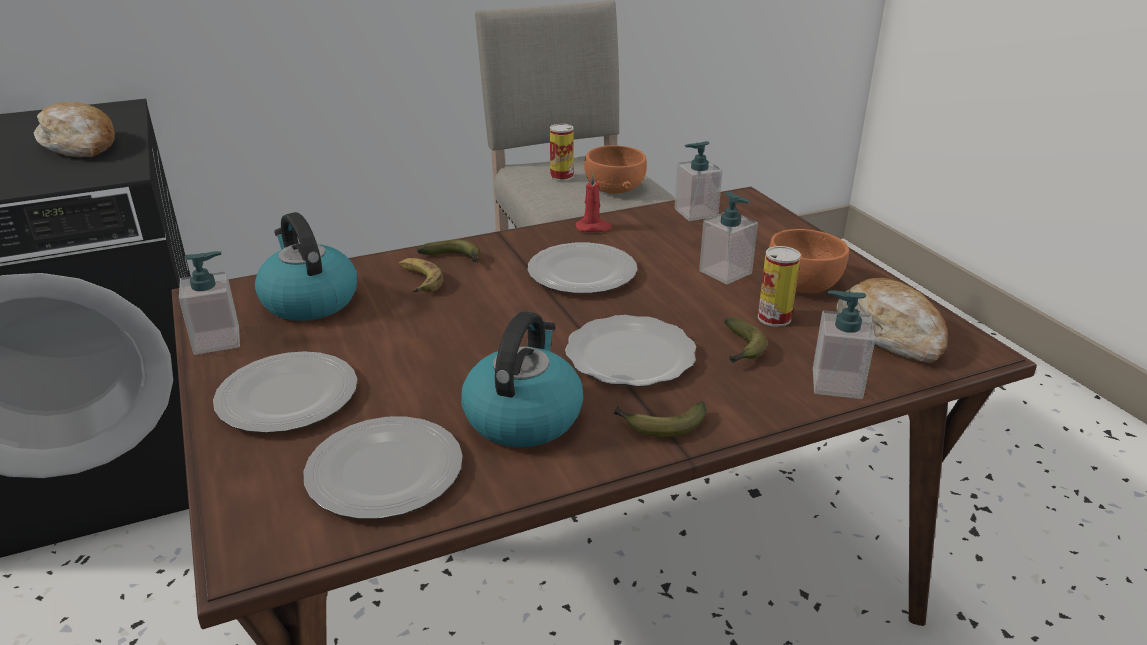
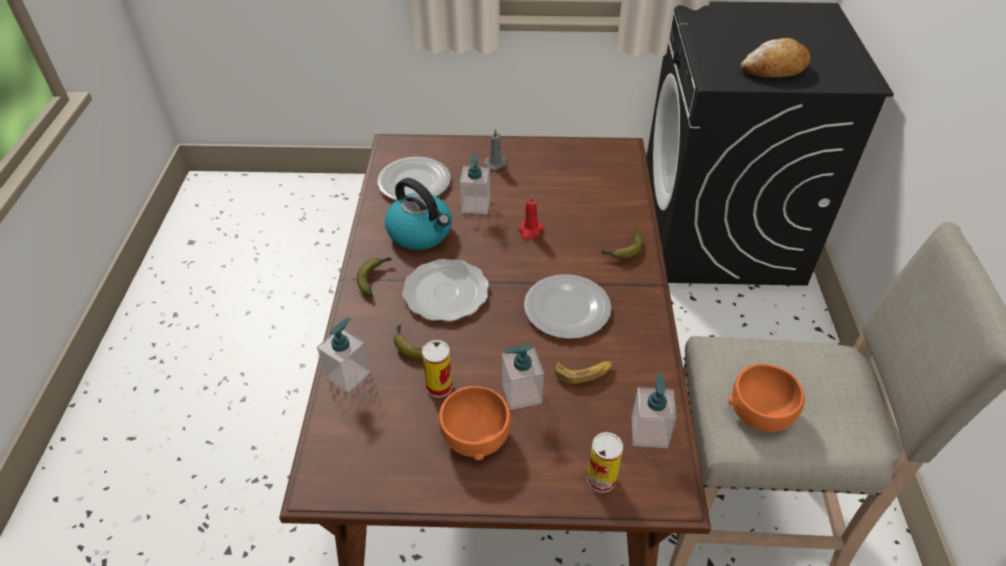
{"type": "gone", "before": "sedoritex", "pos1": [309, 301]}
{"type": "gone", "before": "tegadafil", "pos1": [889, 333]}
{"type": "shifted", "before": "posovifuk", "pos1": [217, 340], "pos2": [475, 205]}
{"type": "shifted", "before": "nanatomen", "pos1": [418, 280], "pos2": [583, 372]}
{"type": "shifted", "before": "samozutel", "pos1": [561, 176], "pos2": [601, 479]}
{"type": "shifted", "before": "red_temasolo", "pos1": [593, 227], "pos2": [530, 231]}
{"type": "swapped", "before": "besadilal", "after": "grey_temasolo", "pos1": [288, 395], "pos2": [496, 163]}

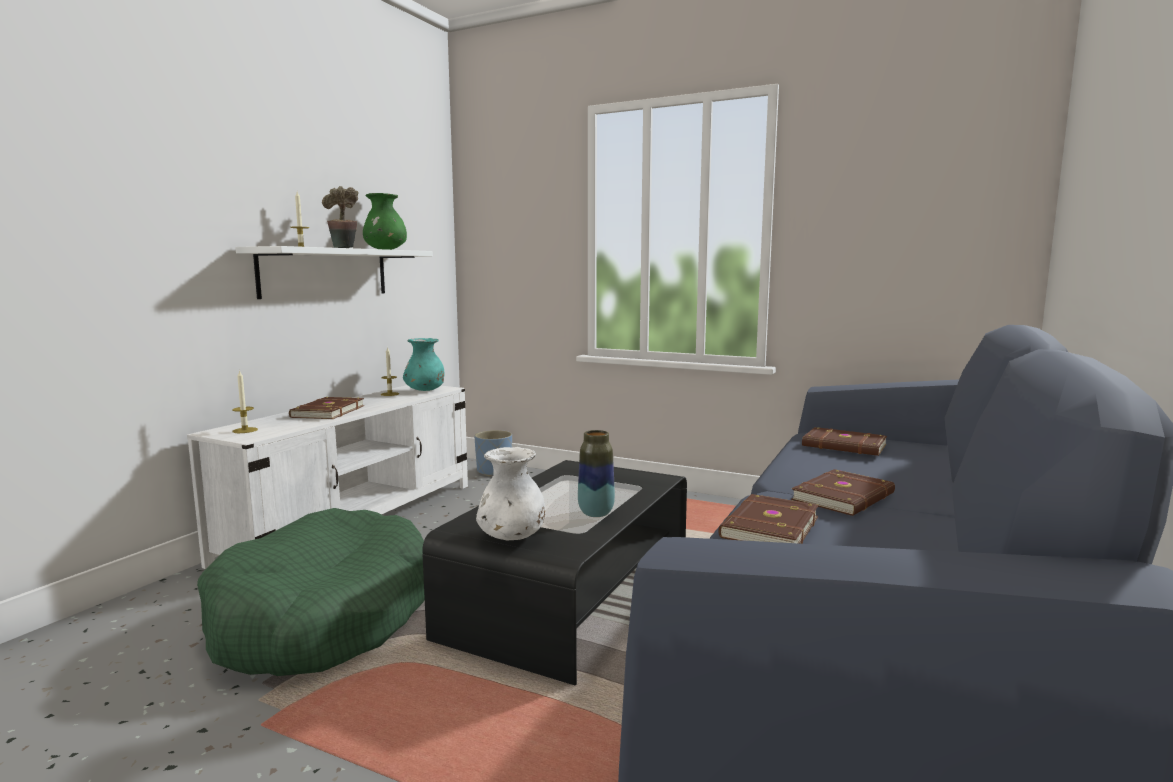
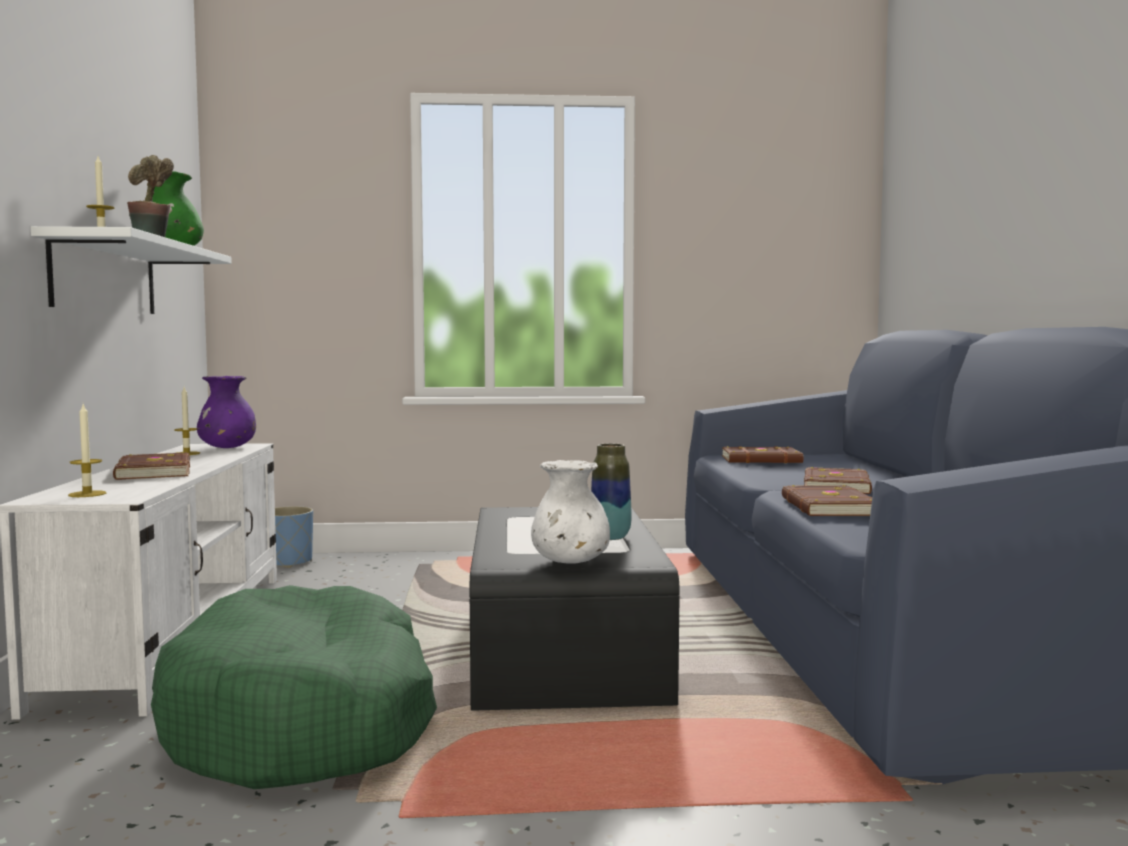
{"type": "repainted", "before": "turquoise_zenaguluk", "after": "purple_zenaguluk", "pos1": [425, 390], "pos2": [227, 448]}

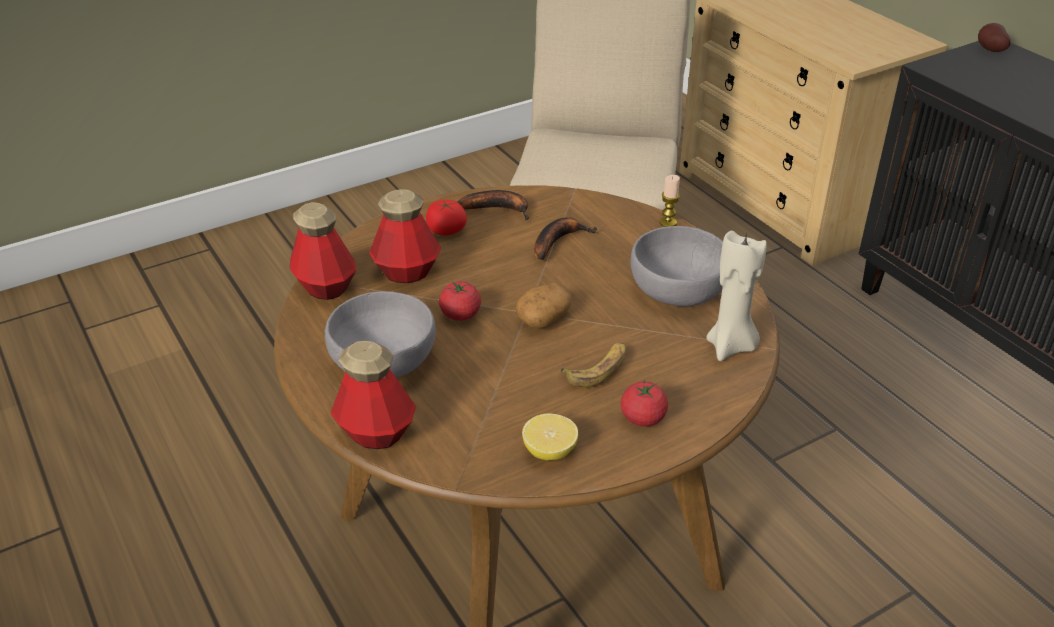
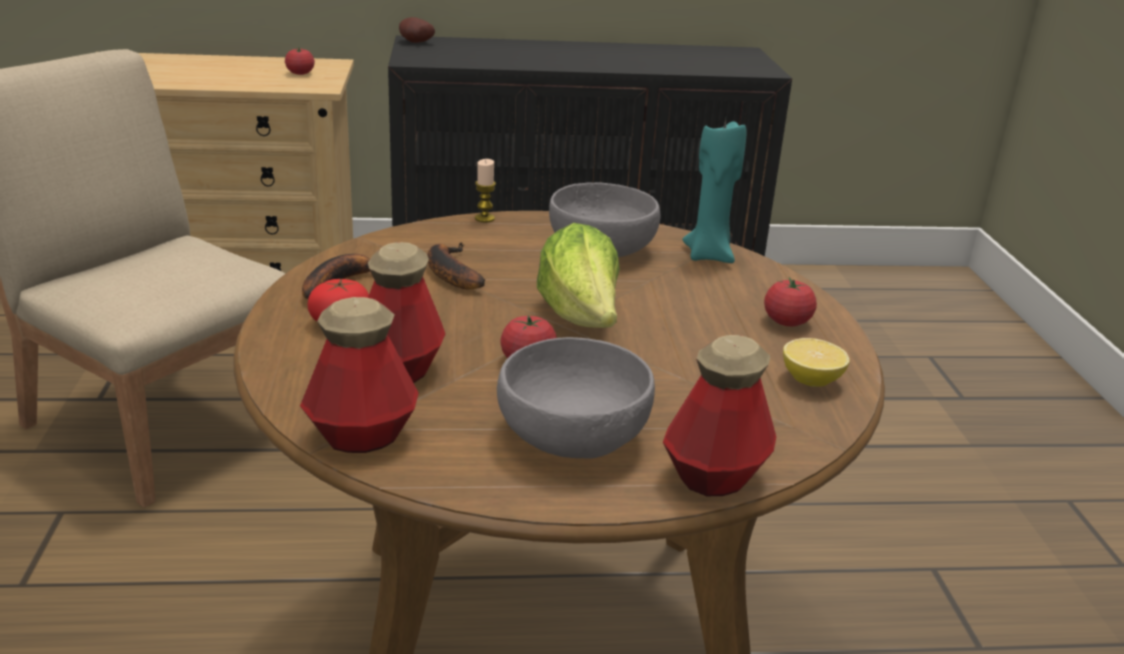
{"type": "gone", "before": "nanatomen", "pos1": [598, 369]}
{"type": "new", "after": "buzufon", "pos2": [300, 73]}
{"type": "swapped", "before": "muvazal", "after": "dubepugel", "pos1": [543, 317], "pos2": [581, 319]}
{"type": "repainted", "before": "beige_temasolo", "after": "turquoise_temasolo", "pos1": [731, 346], "pos2": [709, 255]}

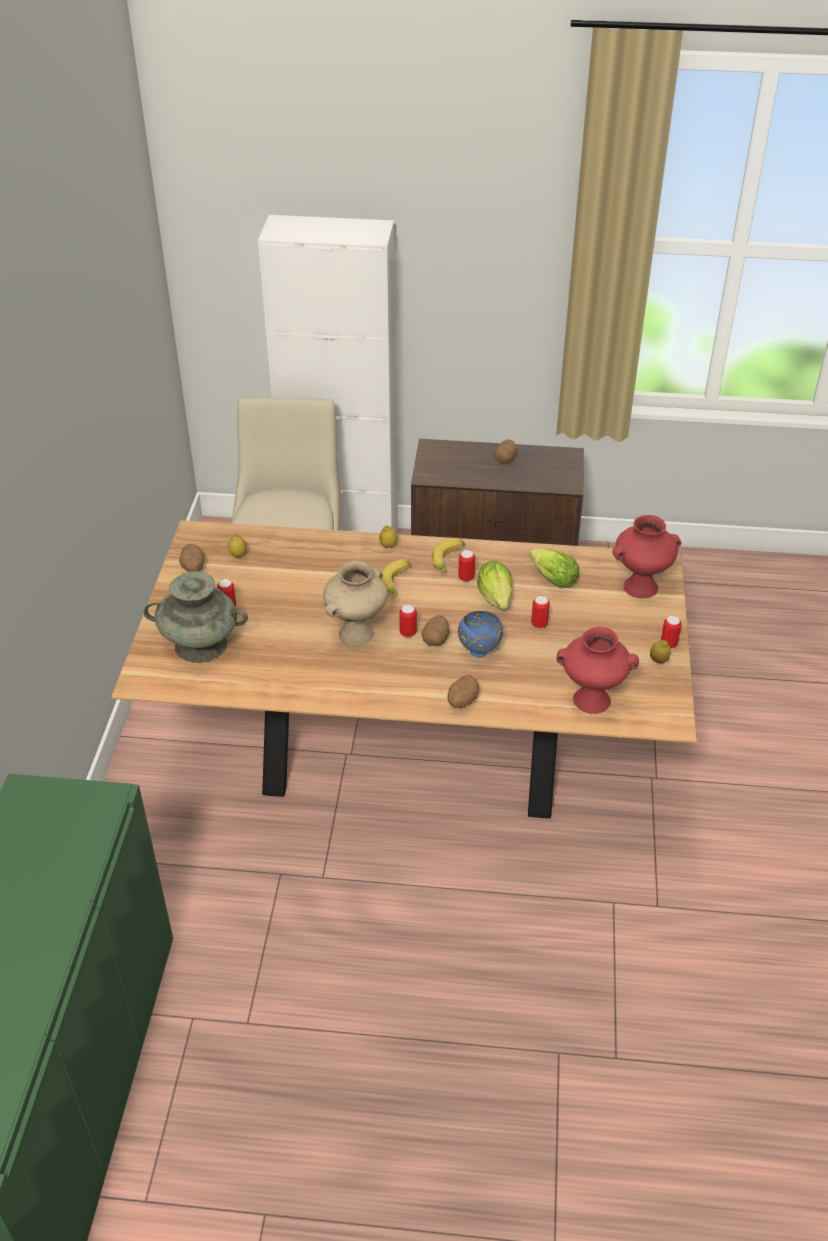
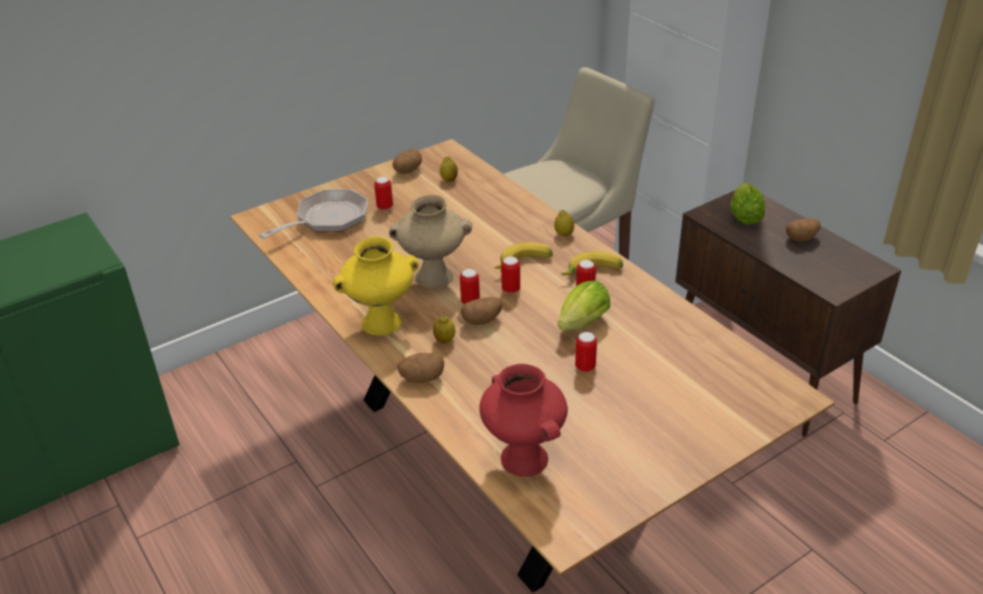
{"type": "gone", "before": "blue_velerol", "pos1": [480, 651]}
{"type": "gone", "before": "red_zenaguluk", "pos1": [641, 586]}
{"type": "new", "after": "yellow_zenaguluk", "pos2": [381, 324]}
{"type": "shifted", "before": "dubepugel", "pos1": [550, 578], "pos2": [744, 215]}
{"type": "shifted", "before": "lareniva", "pos1": [658, 660], "pos2": [444, 340]}
{"type": "shifted", "before": "samozutel", "pos1": [668, 644], "pos2": [511, 289]}
{"type": "swapped", "before": "turquoise_zenaguluk", "after": "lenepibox", "pos1": [200, 645], "pos2": [327, 219]}

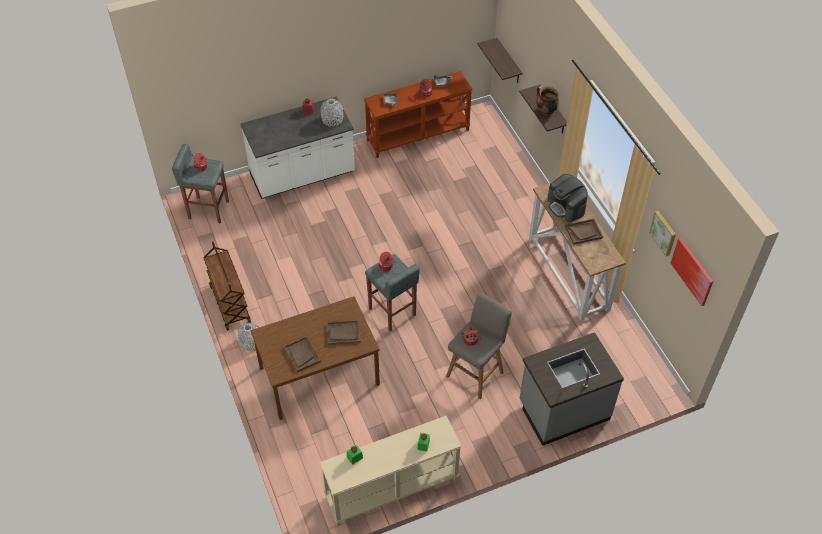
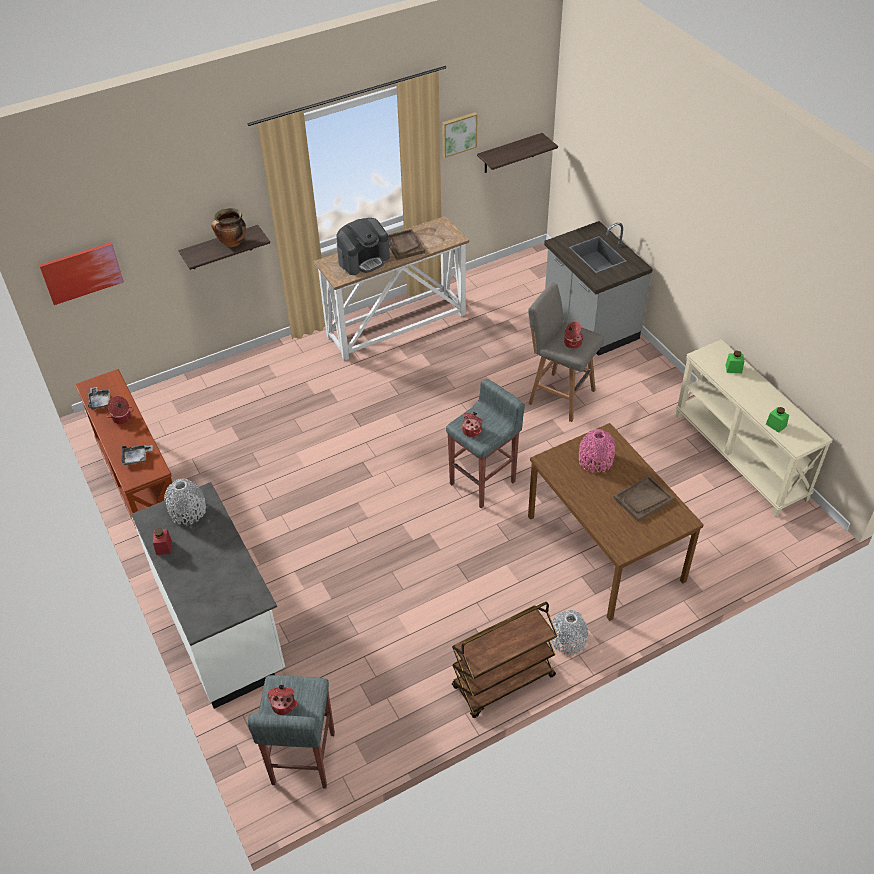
{"type": "shifted", "before": "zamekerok", "pos1": [509, 62], "pos2": [509, 153]}
{"type": "shifted", "before": "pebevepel", "pos1": [692, 271], "pos2": [81, 272]}
{"type": "swapped", "before": "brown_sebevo", "after": "pink_zenaguluk", "pos1": [343, 333], "pos2": [595, 460]}

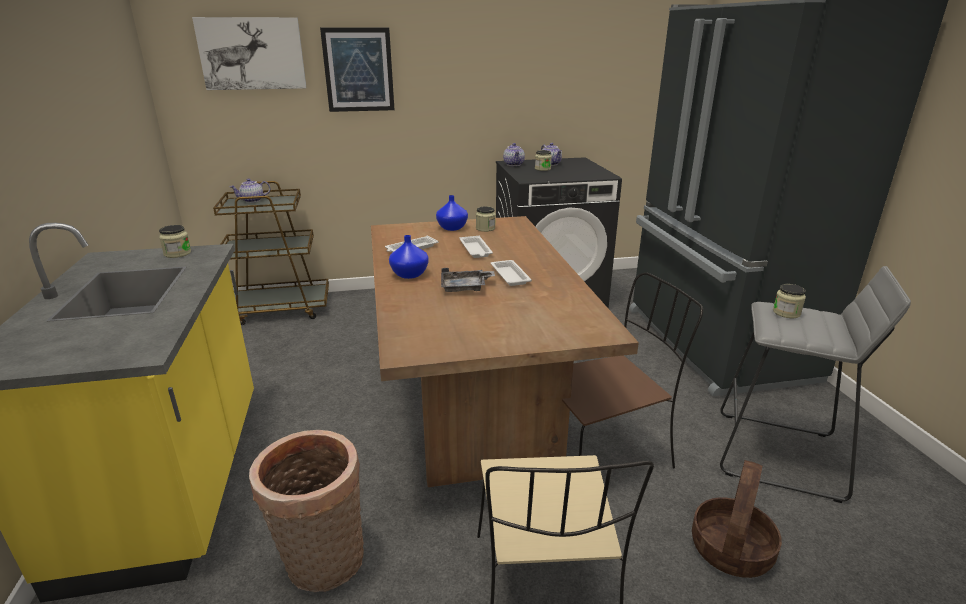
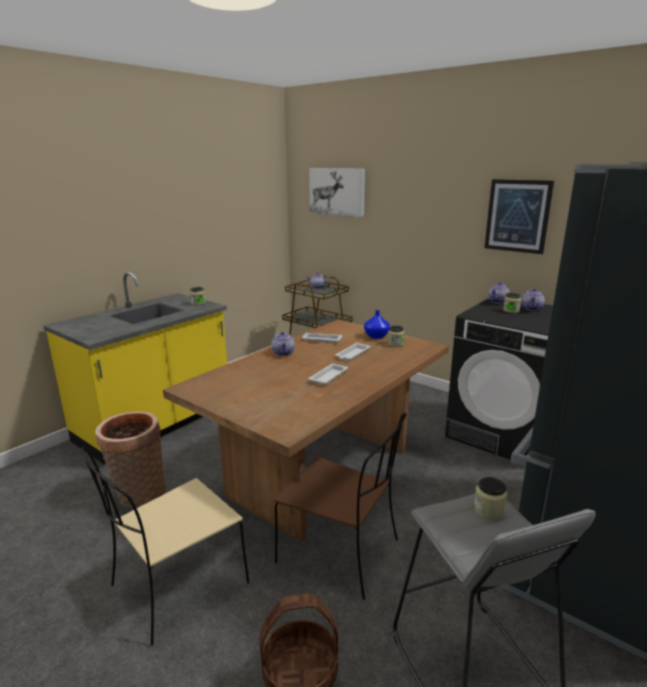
{"type": "gone", "before": "grey_sebevo", "pos1": [465, 287]}
{"type": "shifted", "before": "pebevepel", "pos1": [358, 70], "pos2": [517, 216]}
{"type": "swapped", "before": "blue_zenaguluk", "after": "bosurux", "pos1": [409, 274], "pos2": [284, 353]}

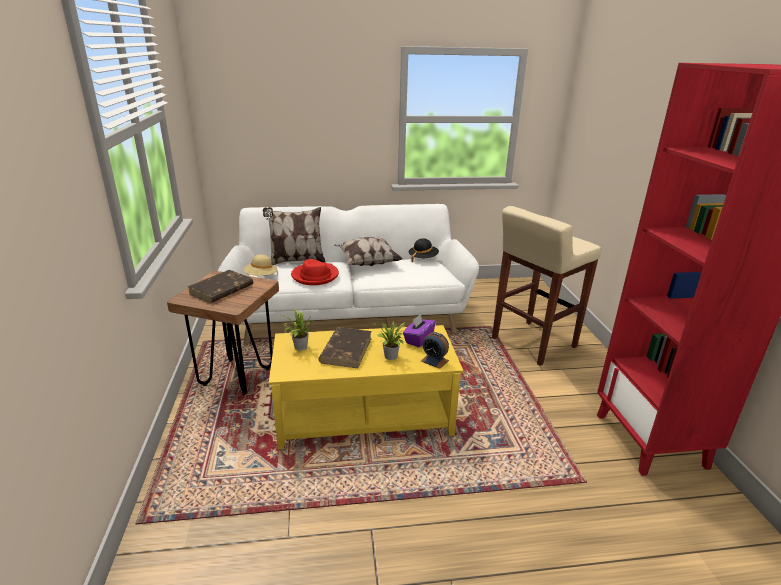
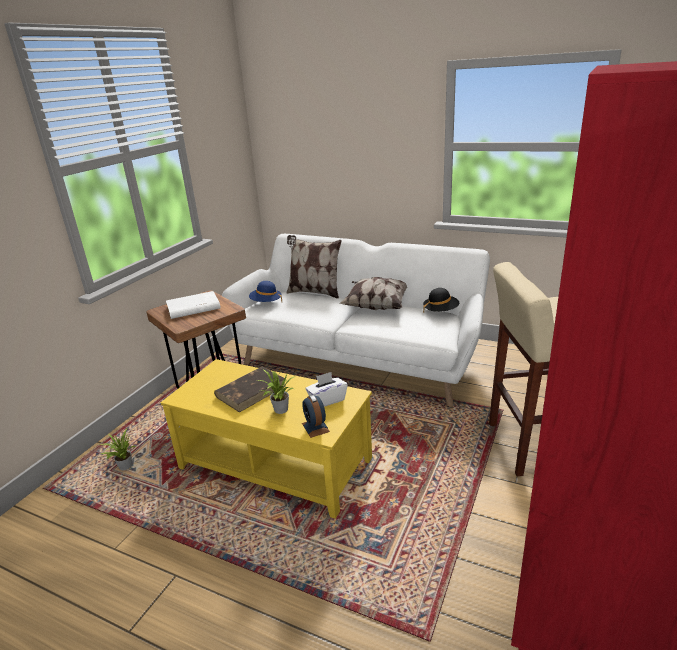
{"type": "gone", "before": "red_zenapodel", "pos1": [315, 276]}
{"type": "shifted", "before": "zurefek", "pos1": [299, 347], "pos2": [124, 467]}
{"type": "repainted", "before": "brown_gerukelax", "after": "white_gerukelax", "pos1": [221, 289], "pos2": [193, 308]}
{"type": "repainted", "before": "beige_zenapodel", "after": "blue_zenapodel", "pos1": [261, 277], "pos2": [266, 302]}
{"type": "repainted", "before": "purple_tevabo", "after": "white_tevabo", "pos1": [418, 339], "pos2": [327, 400]}

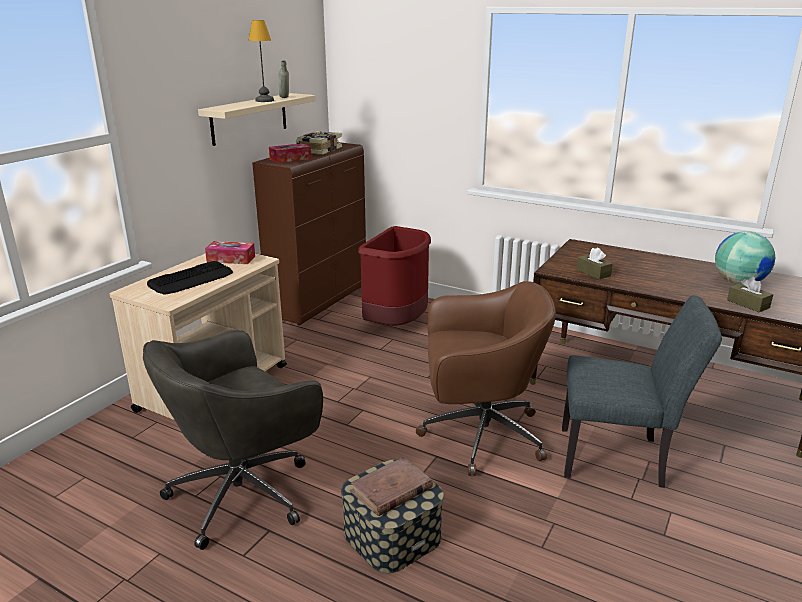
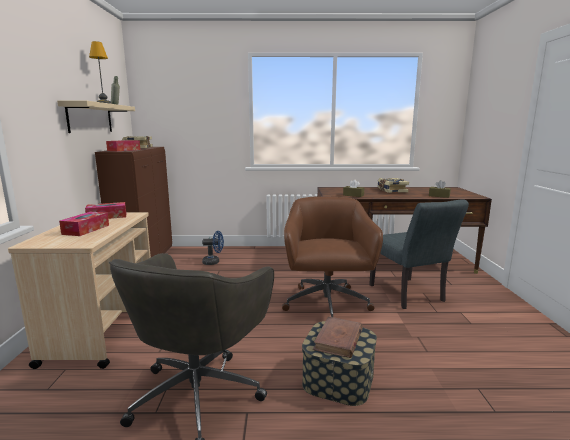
{"type": "gone", "before": "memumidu", "pos1": [738, 282]}
{"type": "new", "after": "gerukelax", "pos2": [391, 190]}
{"type": "swapped", "before": "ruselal", "after": "tevabo", "pos1": [191, 279], "pos2": [86, 229]}
{"type": "swapped", "before": "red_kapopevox", "after": "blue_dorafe", "pos1": [397, 324], "pos2": [214, 262]}
{"type": "rotated", "before": "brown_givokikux", "pos1": [479, 435], "pos2": [326, 305], "turn": -60}
{"type": "rotated", "before": "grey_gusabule", "pos1": [620, 458], "pos2": [409, 295], "turn": 90}

